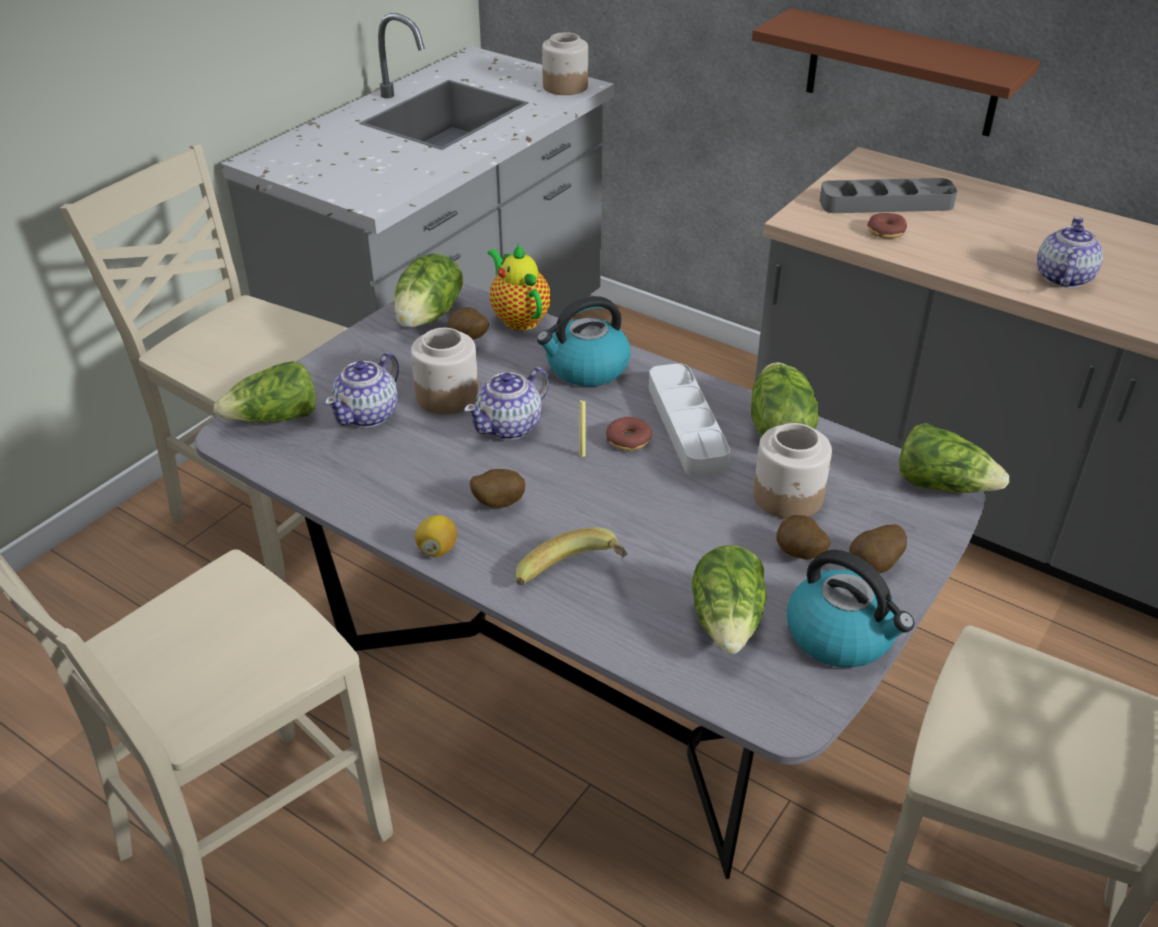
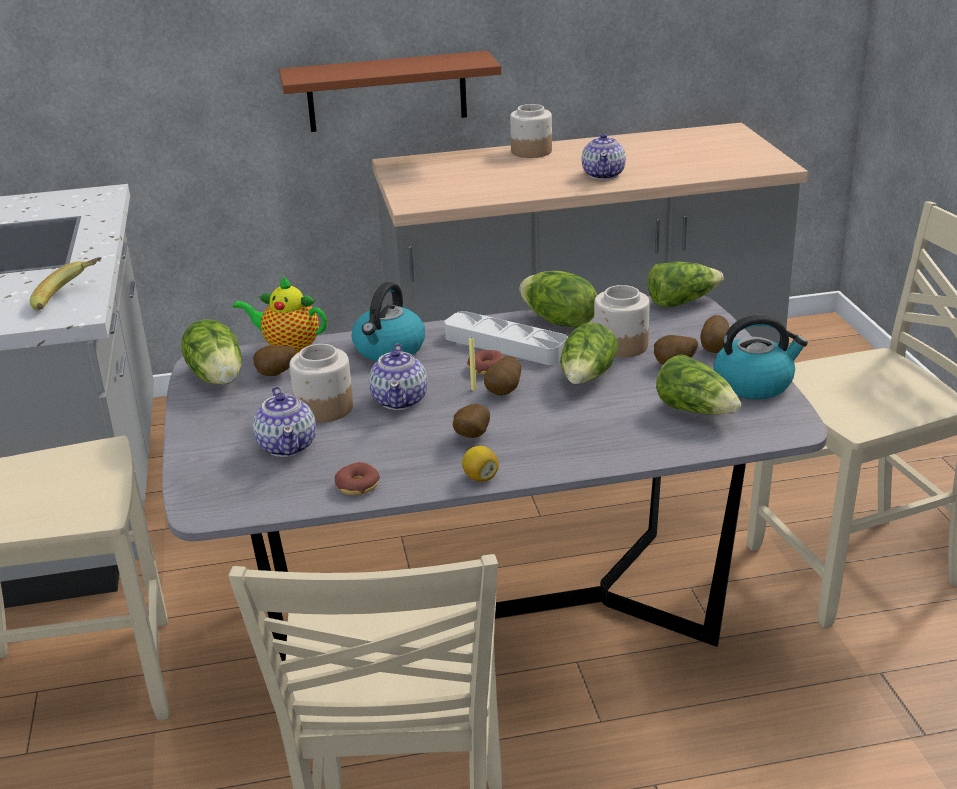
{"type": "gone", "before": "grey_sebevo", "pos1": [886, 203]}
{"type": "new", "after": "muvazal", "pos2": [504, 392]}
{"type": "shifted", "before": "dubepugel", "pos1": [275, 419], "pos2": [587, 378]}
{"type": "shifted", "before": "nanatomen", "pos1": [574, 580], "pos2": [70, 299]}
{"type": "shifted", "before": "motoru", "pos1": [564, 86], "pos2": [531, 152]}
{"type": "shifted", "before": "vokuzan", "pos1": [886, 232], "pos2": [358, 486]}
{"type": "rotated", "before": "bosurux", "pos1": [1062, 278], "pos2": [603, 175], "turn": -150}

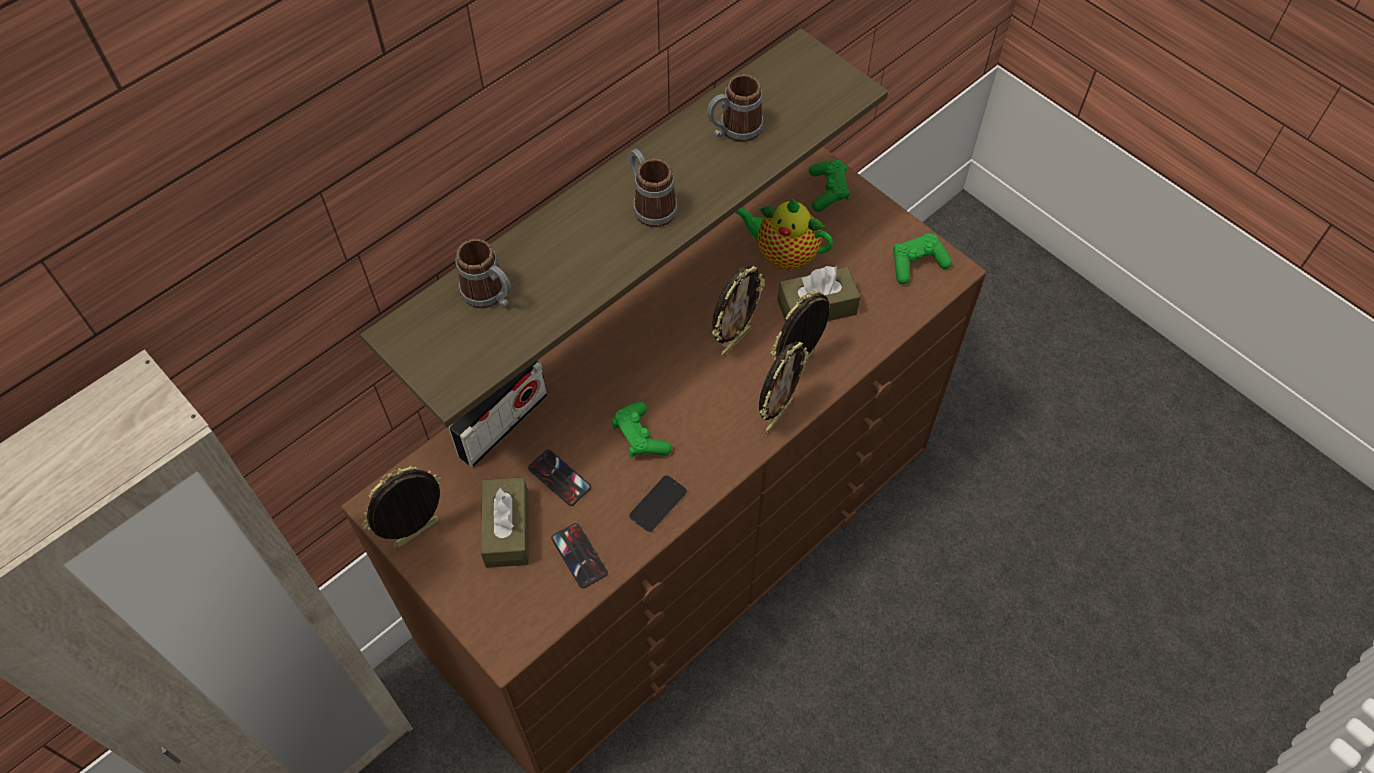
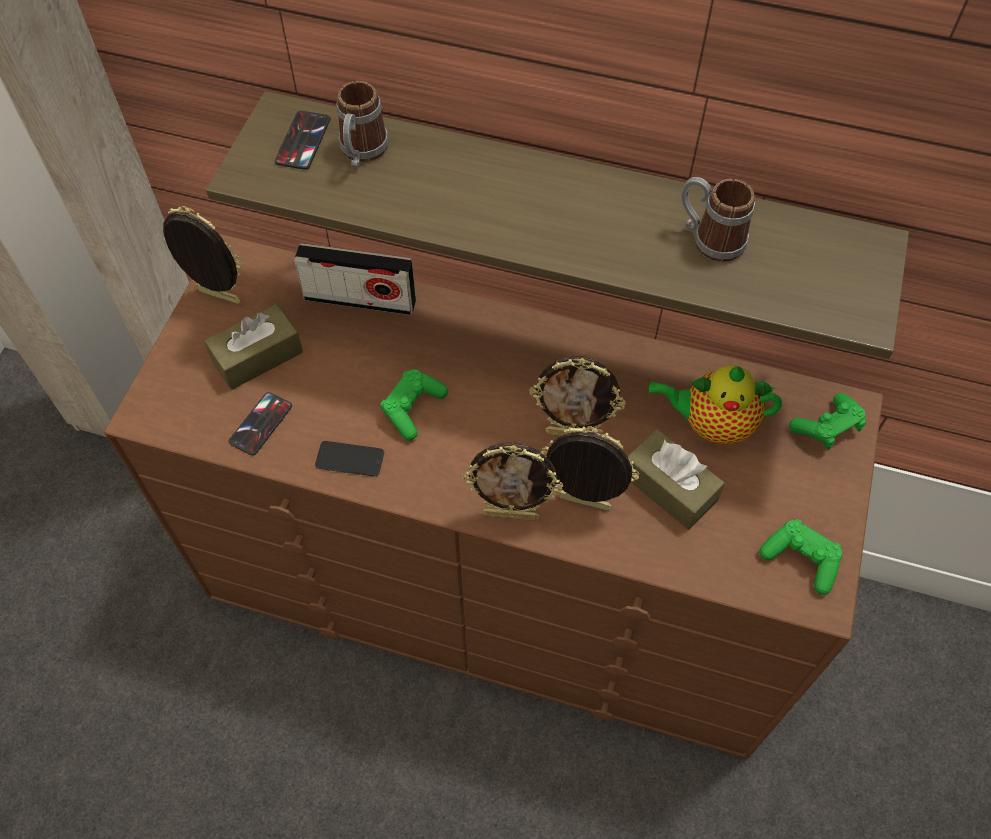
{"type": "gone", "before": "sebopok", "pos1": [650, 205]}
{"type": "shifted", "before": "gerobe", "pos1": [559, 478], "pos2": [303, 140]}
{"type": "rotated", "before": "bosurux", "pos1": [782, 254], "pos2": [712, 424], "turn": -75}

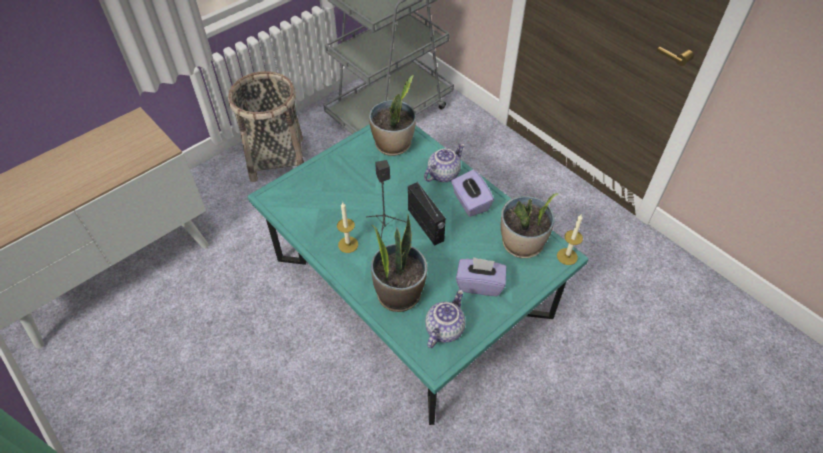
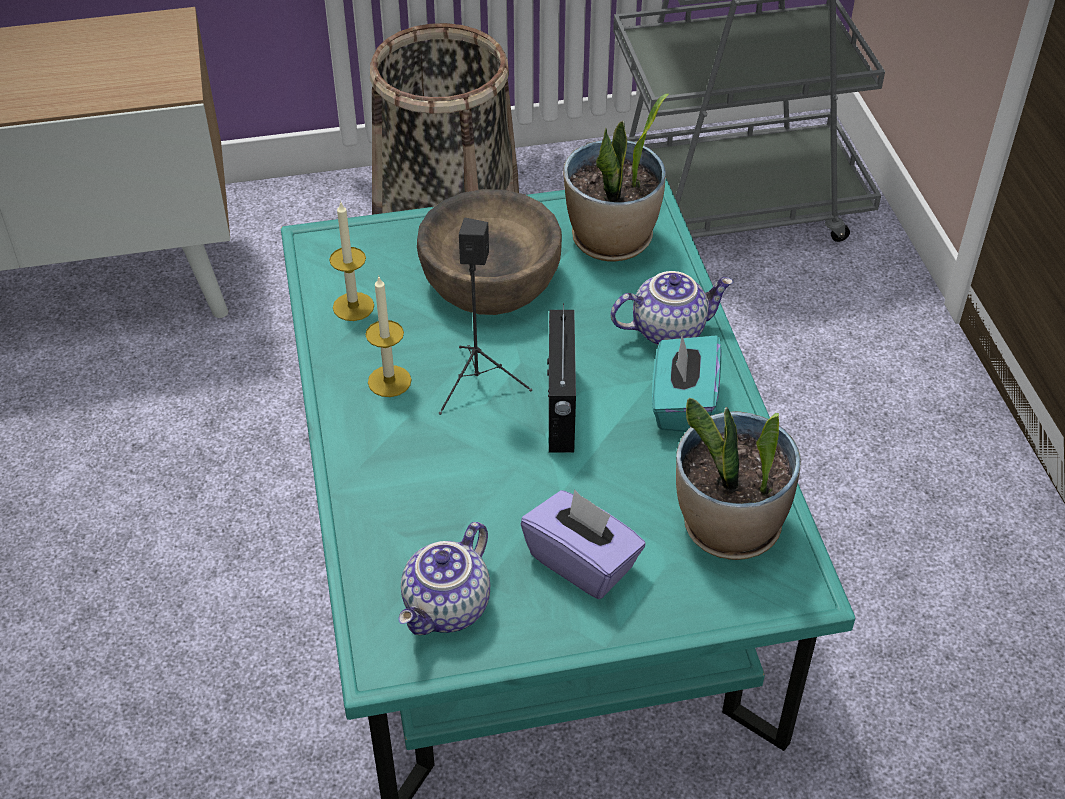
{"type": "gone", "before": "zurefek", "pos1": [399, 293]}
{"type": "new", "after": "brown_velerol", "pos2": [490, 280]}
{"type": "shifted", "before": "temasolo", "pos1": [567, 256], "pos2": [353, 306]}
{"type": "repainted", "before": "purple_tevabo", "after": "turquoise_tevabo", "pos1": [470, 202], "pos2": [683, 404]}
{"type": "rotated", "before": "bosurux", "pos1": [443, 328], "pos2": [448, 608], "turn": 150}

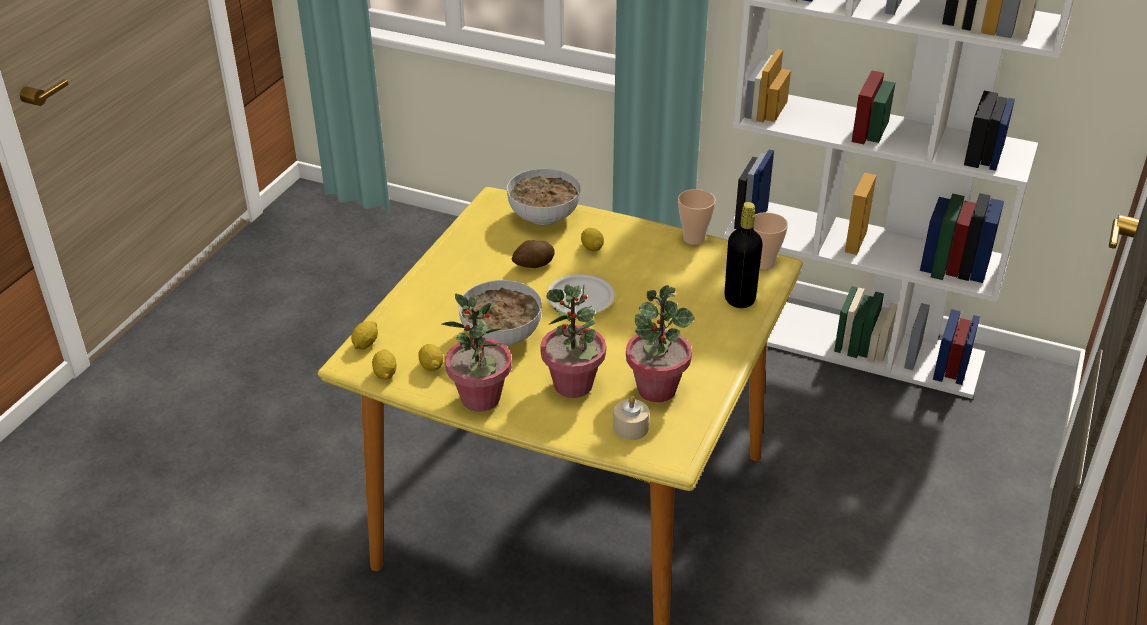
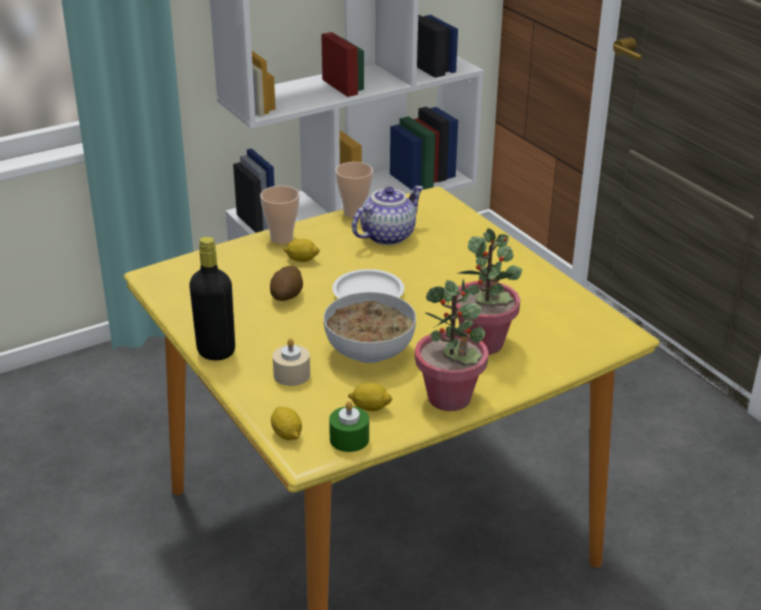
{"type": "gone", "before": "velerol", "pos1": [543, 216]}
{"type": "gone", "before": "zurefek", "pos1": [656, 389]}
{"type": "new", "after": "bosurux", "pos2": [387, 235]}
{"type": "shifted", "before": "beige_temasolo", "pos1": [630, 428], "pos2": [292, 374]}
{"type": "shifted", "before": "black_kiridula", "pos1": [739, 299], "pos2": [216, 351]}
{"type": "shifted", "before": "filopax", "pos1": [764, 263], "pos2": [281, 238]}
{"type": "swapped", "before": "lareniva", "after": "green_temasolo", "pos1": [385, 373], "pos2": [349, 439]}

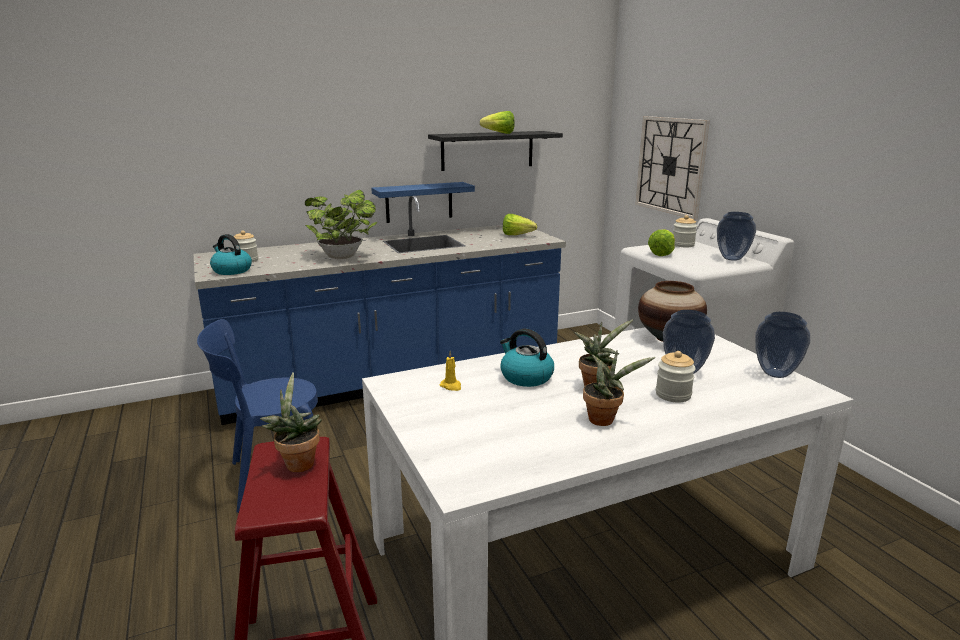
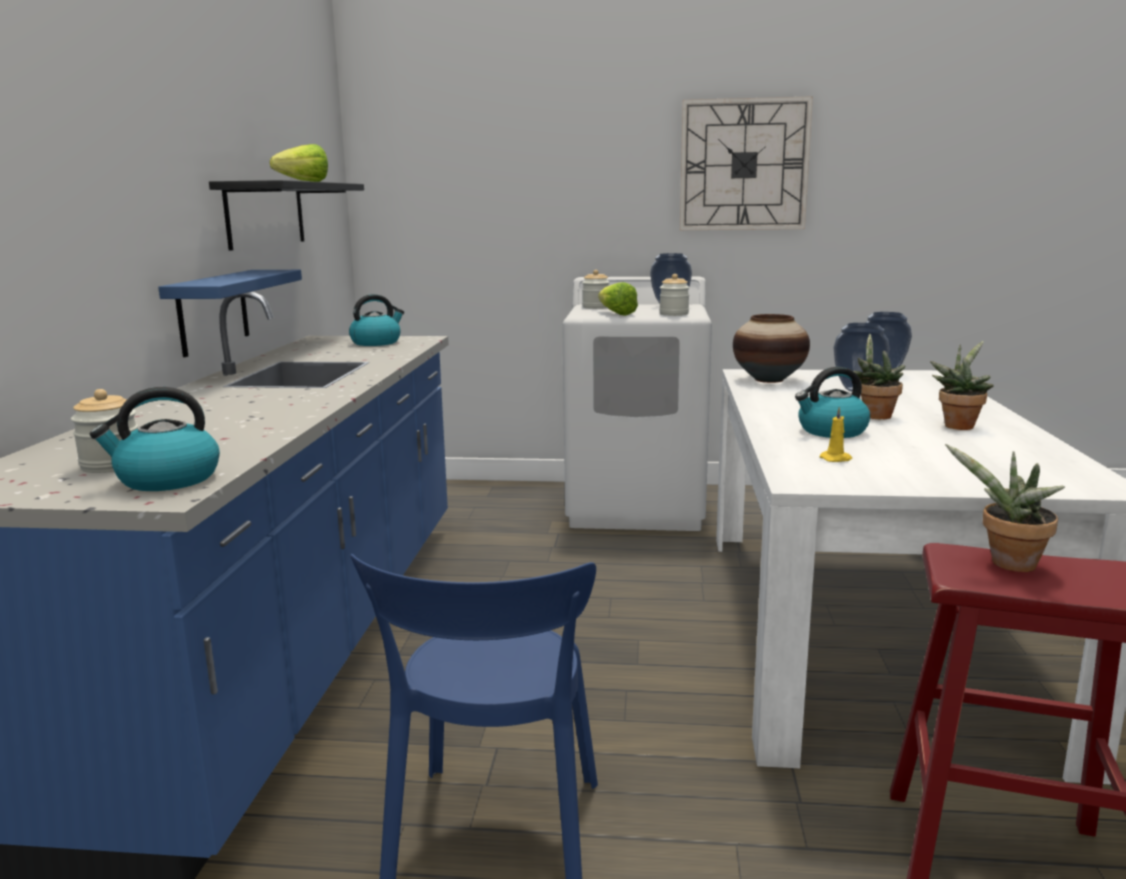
{"type": "gone", "before": "zurefek", "pos1": [344, 257]}
{"type": "shifted", "before": "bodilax", "pos1": [671, 165], "pos2": [743, 165]}
{"type": "shifted", "before": "motoru", "pos1": [673, 395], "pos2": [674, 314]}
{"type": "swapped", "before": "dubepugel", "after": "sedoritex", "pos1": [519, 235], "pos2": [376, 342]}

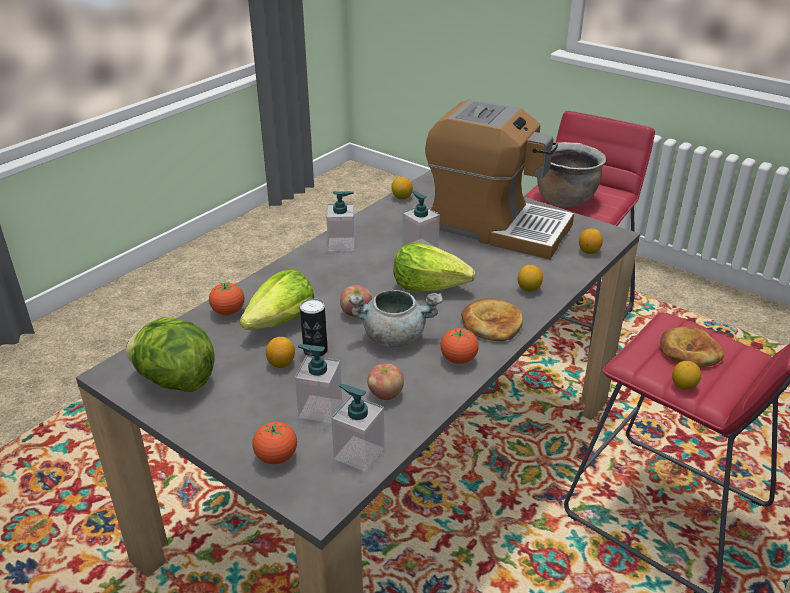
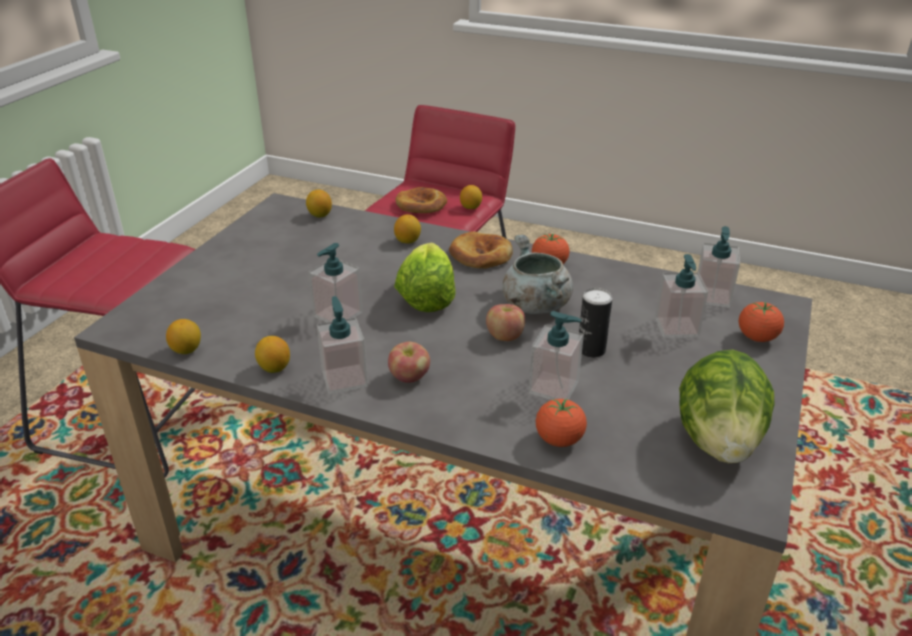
{"type": "gone", "before": "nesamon", "pos1": [496, 227]}
{"type": "gone", "before": "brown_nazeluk", "pos1": [564, 199]}
{"type": "shifted", "before": "lareniva", "pos1": [281, 363], "pos2": [274, 368]}
{"type": "shifted", "before": "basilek", "pos1": [385, 394], "pos2": [409, 377]}
{"type": "swapped", "before": "dubepugel", "after": "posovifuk", "pos1": [281, 321], "pos2": [554, 387]}

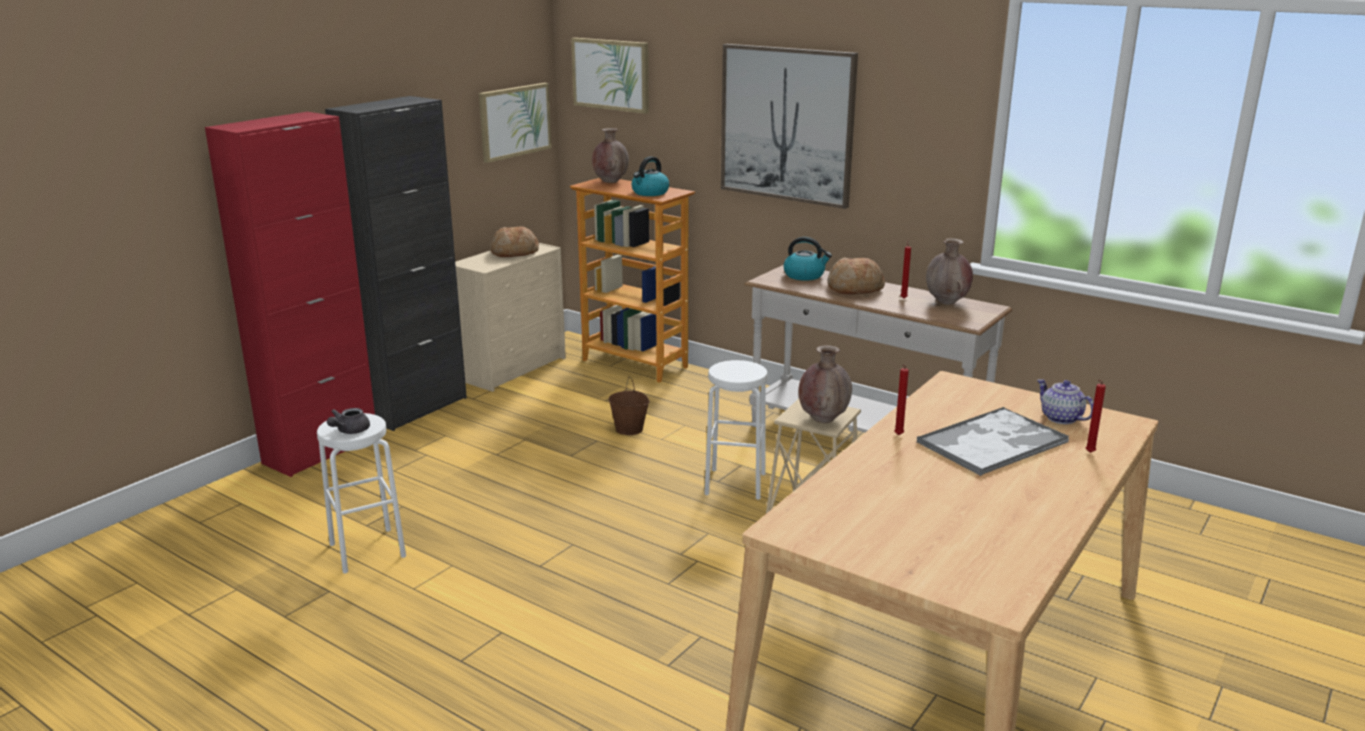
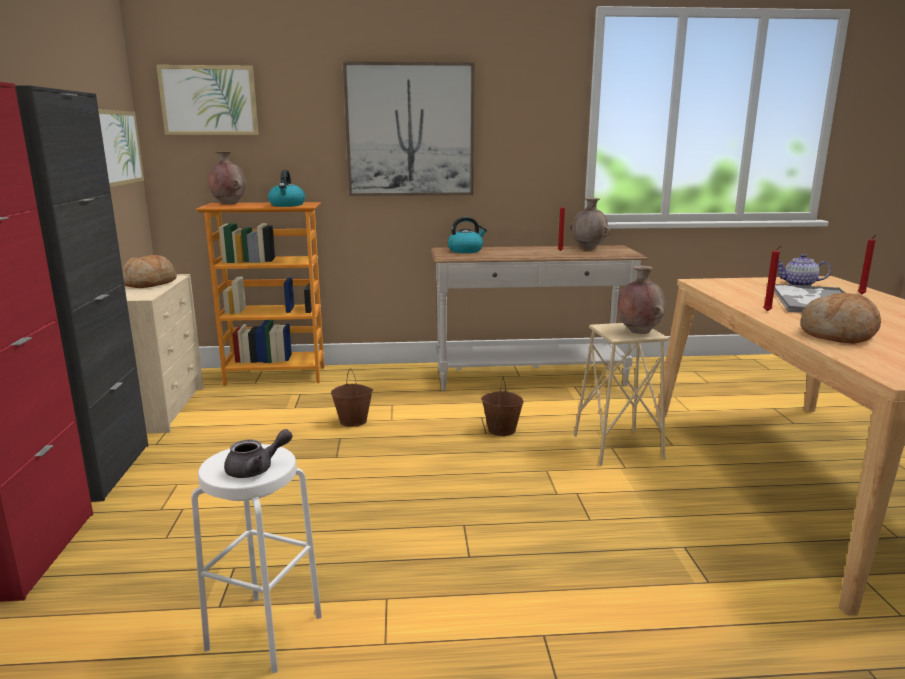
{"type": "shifted", "before": "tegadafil", "pos1": [855, 288], "pos2": [838, 334]}
{"type": "swapped", "before": "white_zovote", "after": "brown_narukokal", "pos1": [735, 484], "pos2": [501, 430]}
{"type": "rotated", "before": "grey_bosurux", "pos1": [349, 431], "pos2": [256, 469], "turn": -105}

